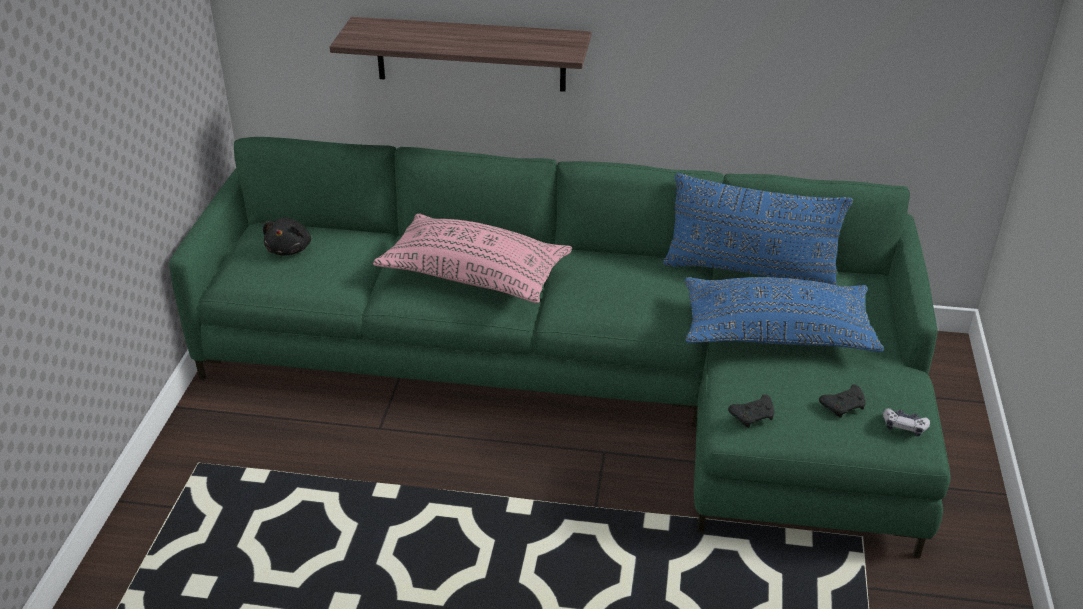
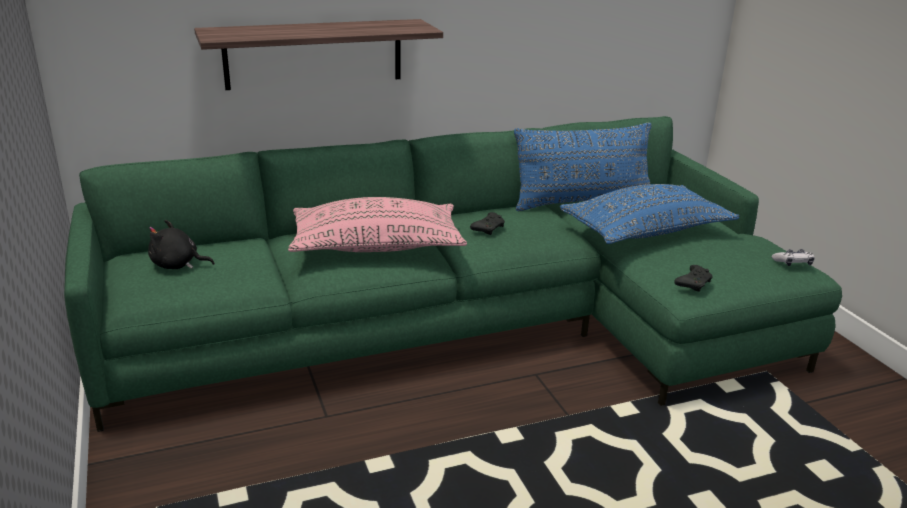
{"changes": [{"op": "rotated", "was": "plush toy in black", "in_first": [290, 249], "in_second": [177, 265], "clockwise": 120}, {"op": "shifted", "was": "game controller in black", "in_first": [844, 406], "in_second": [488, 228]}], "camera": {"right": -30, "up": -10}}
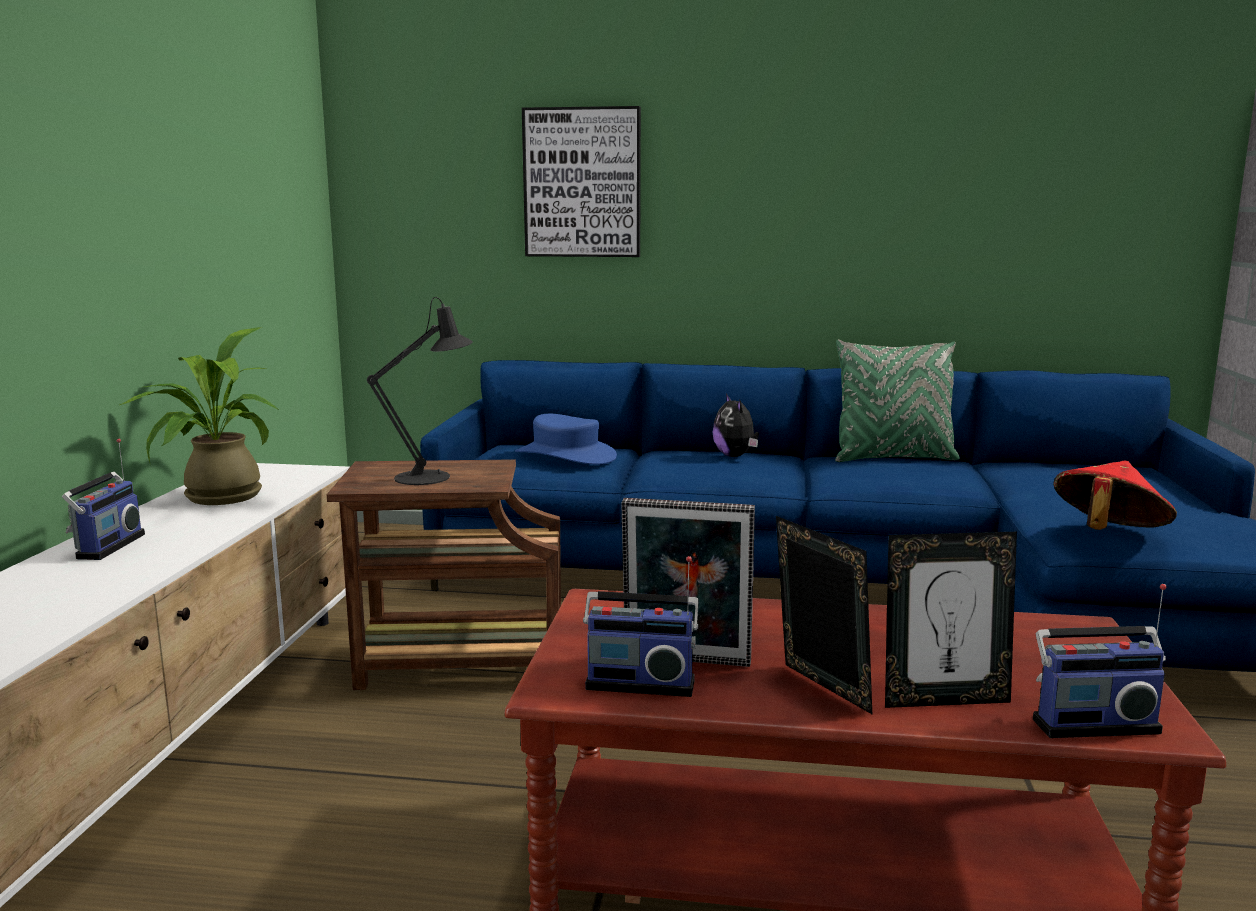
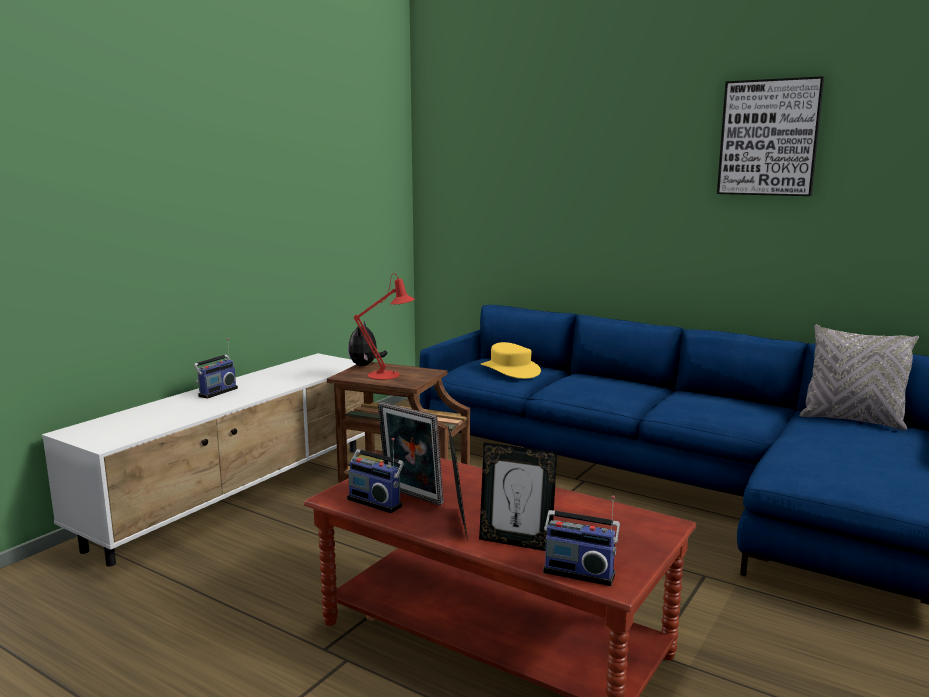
{"changes": [{"op": "shifted", "was": "plush toy", "in_first": [735, 456], "in_second": [365, 365]}, {"op": "repainted", "was": "table lamp in black", "now": "table lamp in red", "in_first": [430, 476], "in_second": [388, 375]}, {"op": "repainted", "was": "hat in blue", "now": "hat in yellow", "in_first": [566, 455], "in_second": [510, 370]}, {"op": "shifted", "was": "picture", "in_first": [582, 183], "in_second": [769, 138]}, {"op": "new", "now": "pillow in grey", "in_second": [852, 420]}, {"op": "gone", "was": "potted plant", "in_first": [214, 498]}, {"op": "gone", "was": "pillow in green", "in_first": [893, 458]}, {"op": "gone", "was": "hat in red", "in_first": [1107, 534]}], "camera": {"right": 25, "up": 0}}
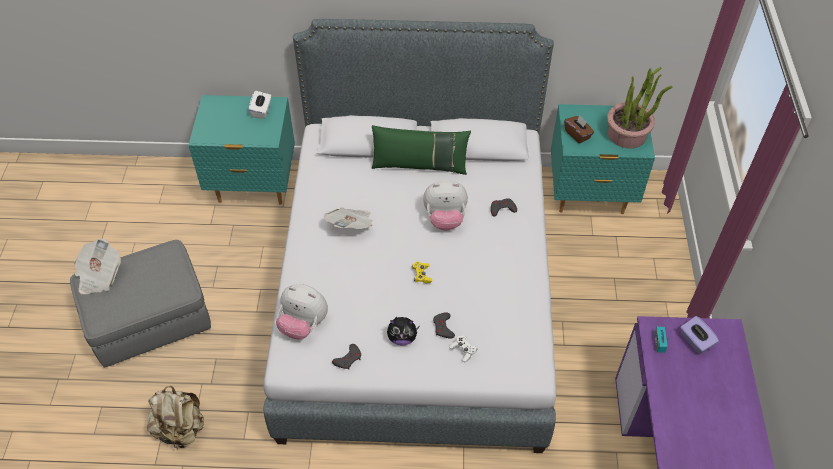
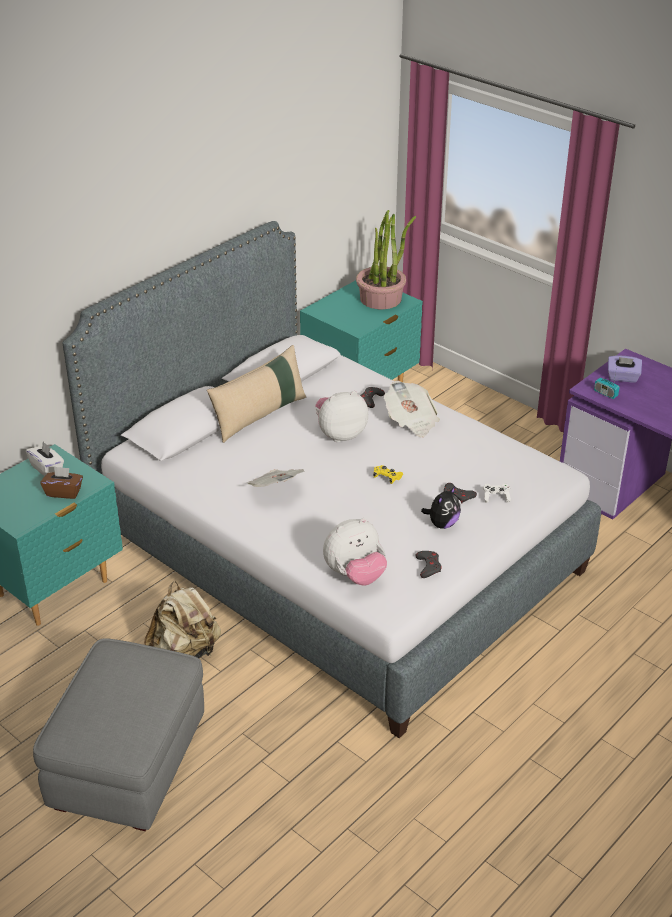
{"changes": [{"op": "shifted", "was": "tissue box in brown", "in_first": [577, 134], "in_second": [64, 492]}, {"op": "shifted", "was": "backpack in beige", "in_first": [180, 429], "in_second": [185, 652]}, {"op": "repainted", "was": "pillow in green", "now": "pillow in beige", "in_first": [420, 165], "in_second": [259, 415]}, {"op": "rotated", "was": "plush toy", "in_first": [445, 219], "in_second": [340, 434], "clockwise": -150}, {"op": "shifted", "was": "newspaper", "in_first": [99, 276], "in_second": [411, 421]}], "camera": {"right": -50, "up": -15}}
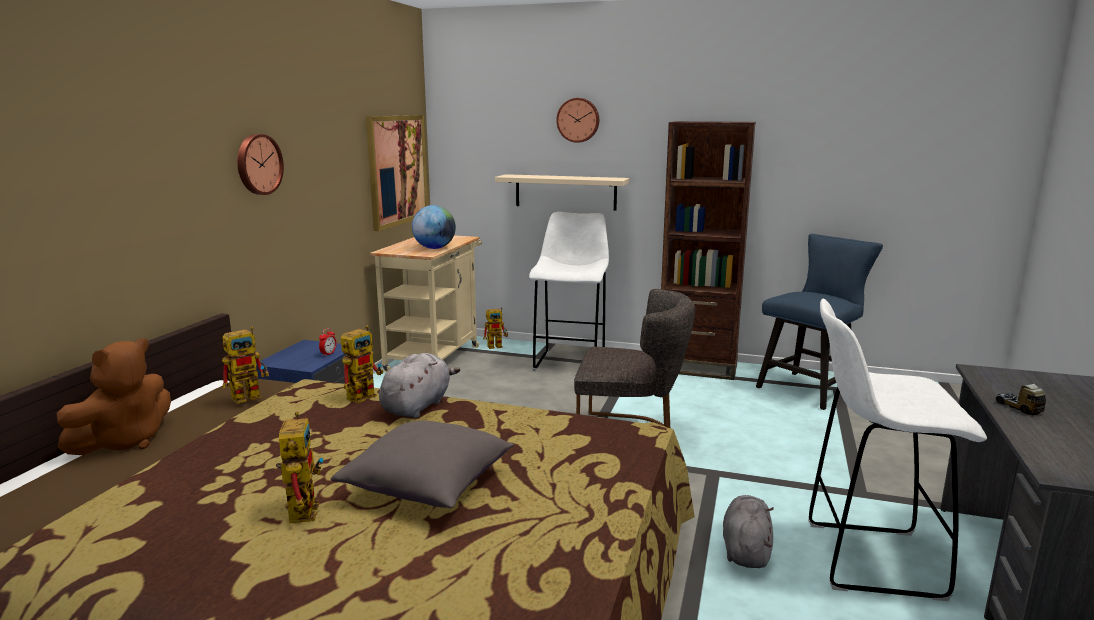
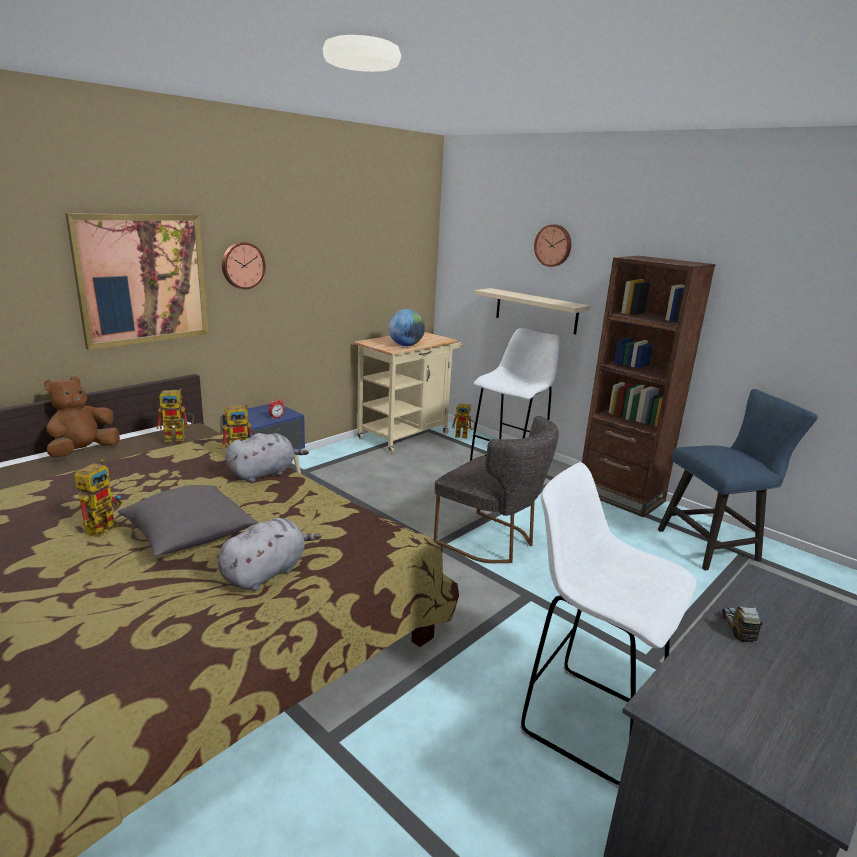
{"changes": [{"op": "rotated", "was": "plush toy in brown", "in_first": [125, 442], "in_second": [83, 452], "clockwise": 150}, {"op": "shifted", "was": "picture", "in_first": [397, 170], "in_second": [142, 279]}, {"op": "shifted", "was": "plush toy in grey", "in_first": [746, 550], "in_second": [266, 573]}], "camera": {"right": 25, "up": 5}}
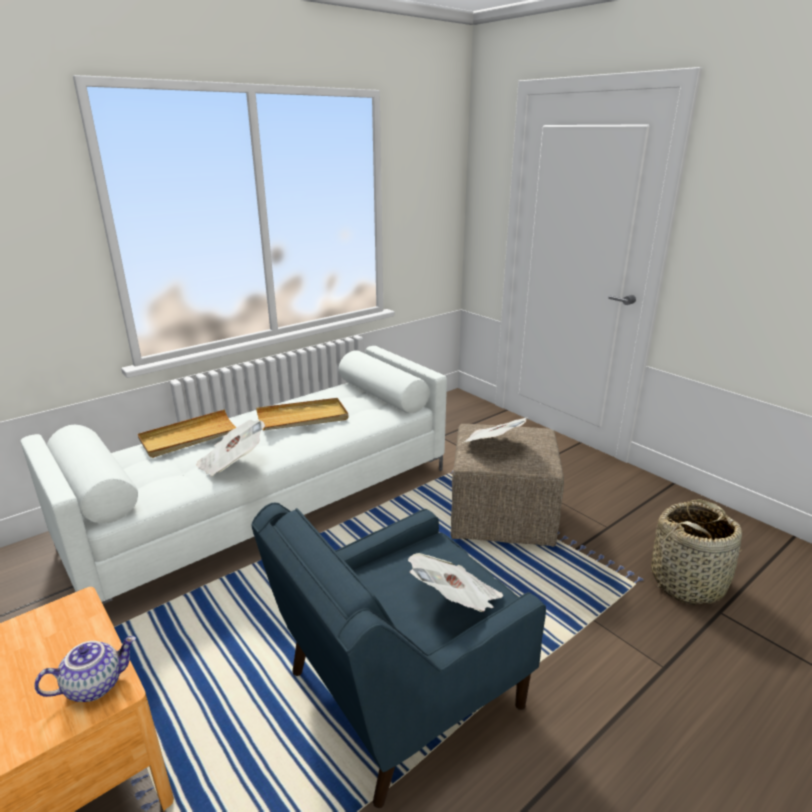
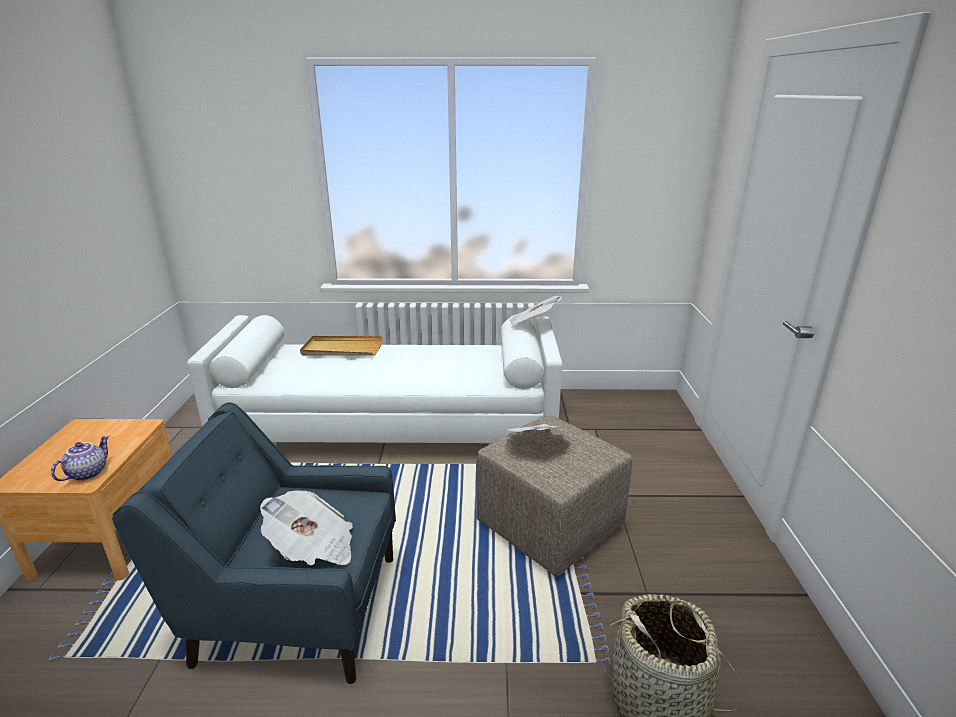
{"changes": [{"op": "rotated", "was": "teapot", "in_first": [95, 685], "in_second": [87, 473], "clockwise": -75}, {"op": "shifted", "was": "newspaper", "in_first": [232, 463], "in_second": [532, 323]}, {"op": "gone", "was": "tray in beige", "in_first": [303, 418]}], "camera": {"right": 40, "up": 0}}
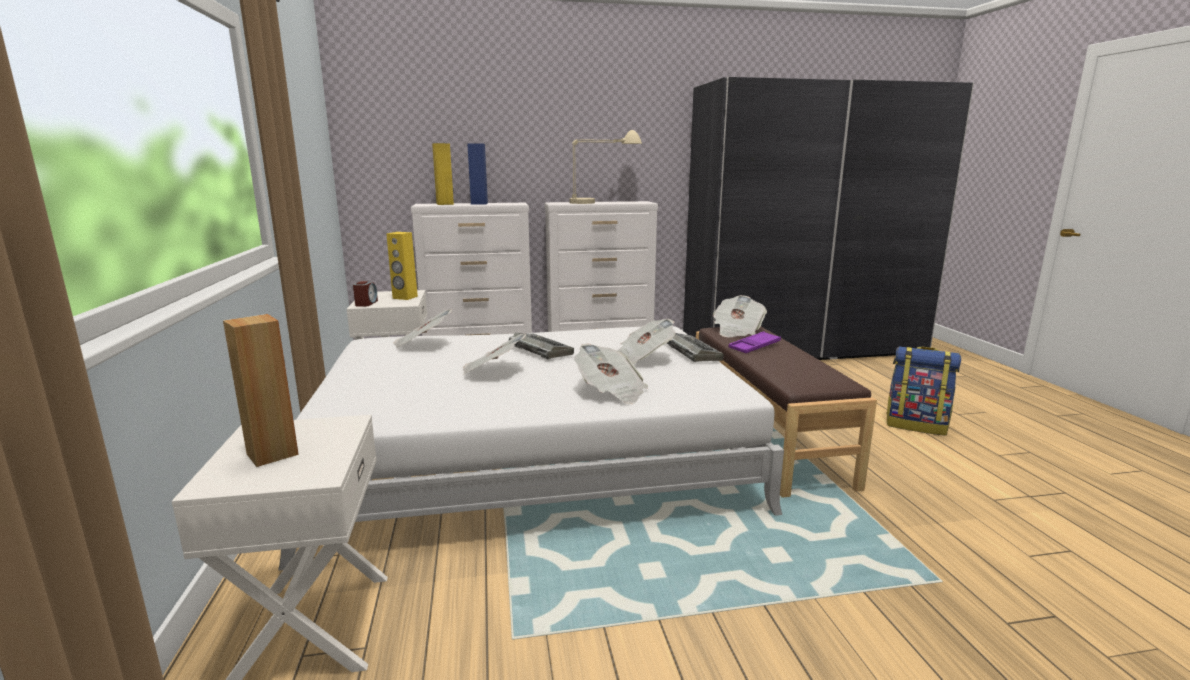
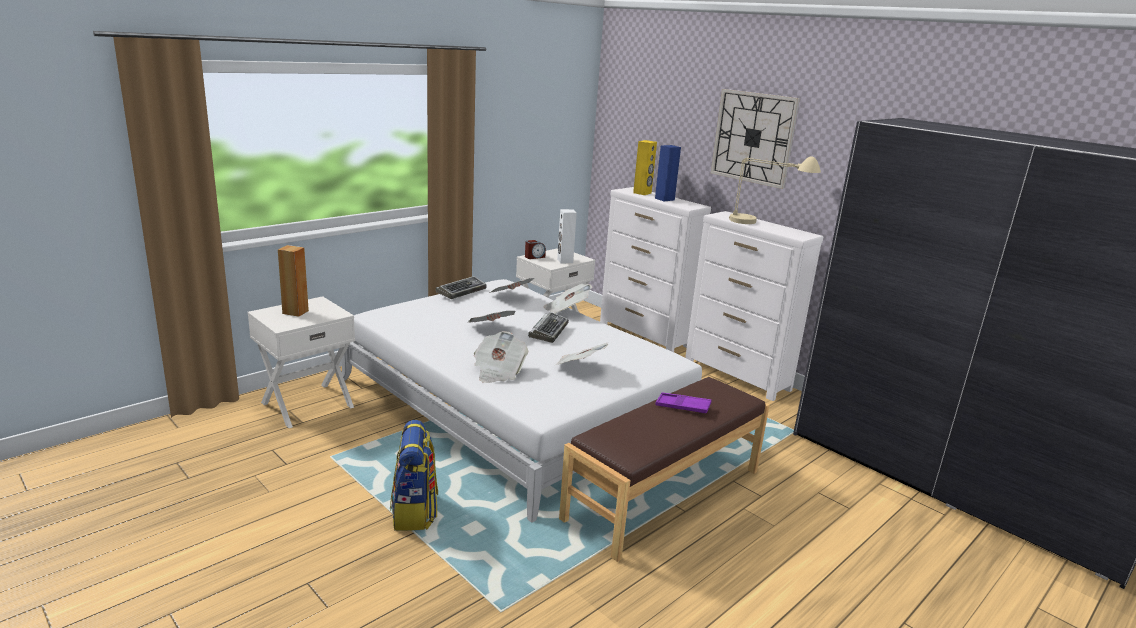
{"changes": [{"op": "shifted", "was": "backpack", "in_first": [916, 425], "in_second": [415, 512]}, {"op": "shifted", "was": "keyboard", "in_first": [691, 352], "in_second": [461, 291]}, {"op": "shifted", "was": "newspaper", "in_first": [737, 331], "in_second": [566, 310]}, {"op": "repainted", "was": "speaker in yellow", "now": "speaker in white", "in_first": [405, 297], "in_second": [564, 261]}, {"op": "new", "now": "wall clock", "in_second": [753, 137]}], "camera": {"right": 55, "up": 5}}
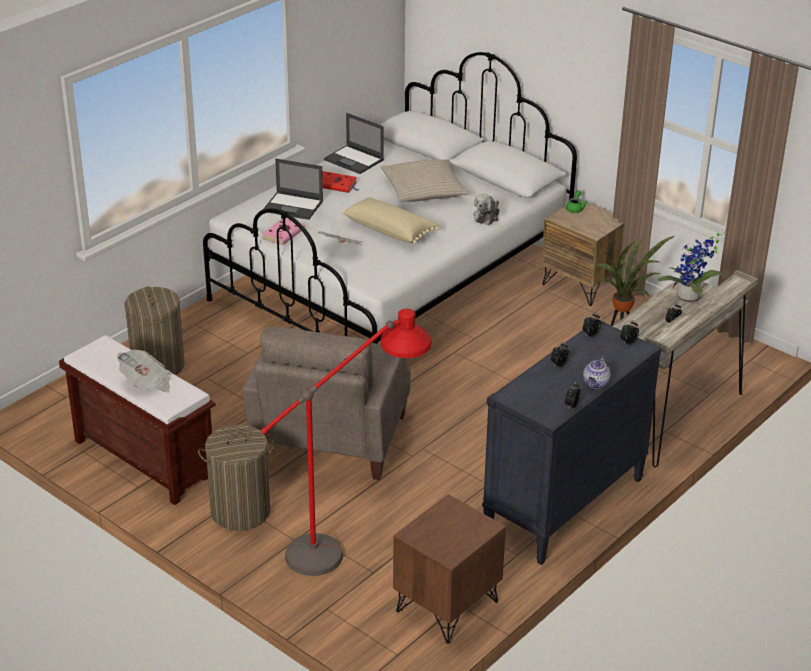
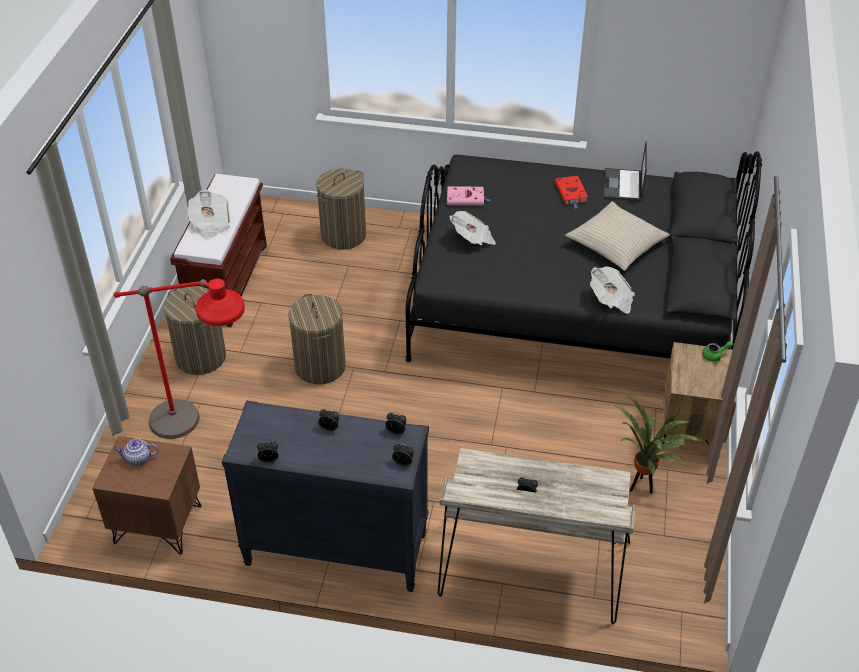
{"changes": [{"op": "shifted", "was": "teapot", "in_first": [596, 384], "in_second": [138, 459]}, {"op": "swapped", "was": "armchair in beige", "now": "laundry basket", "in_first": [330, 441], "in_second": [320, 366]}, {"op": "repainted", "was": "bed in white", "now": "bed in black", "in_first": [392, 282], "in_second": [572, 305]}, {"op": "swapped", "was": "plush toy", "now": "newspaper", "in_first": [487, 216], "in_second": [611, 299]}, {"op": "gone", "was": "laptop", "in_first": [294, 206]}, {"op": "gone", "was": "pillow in beige", "in_first": [390, 230]}, {"op": "gone", "was": "potted plant", "in_first": [689, 300]}], "camera": {"right": 60, "up": 10}}
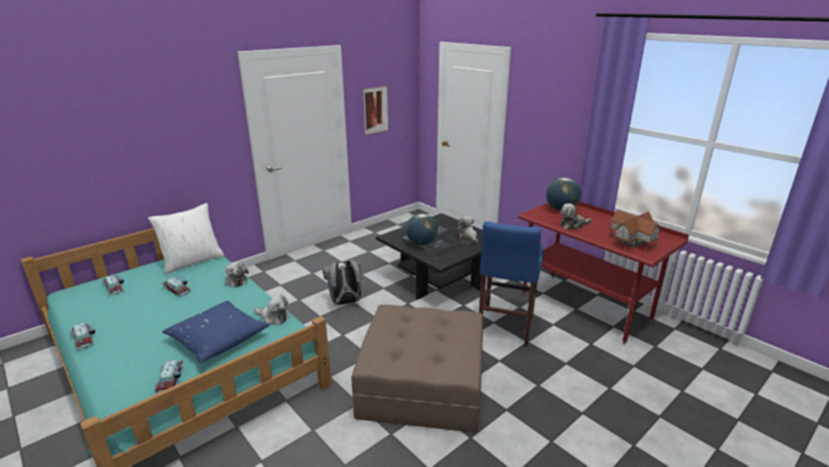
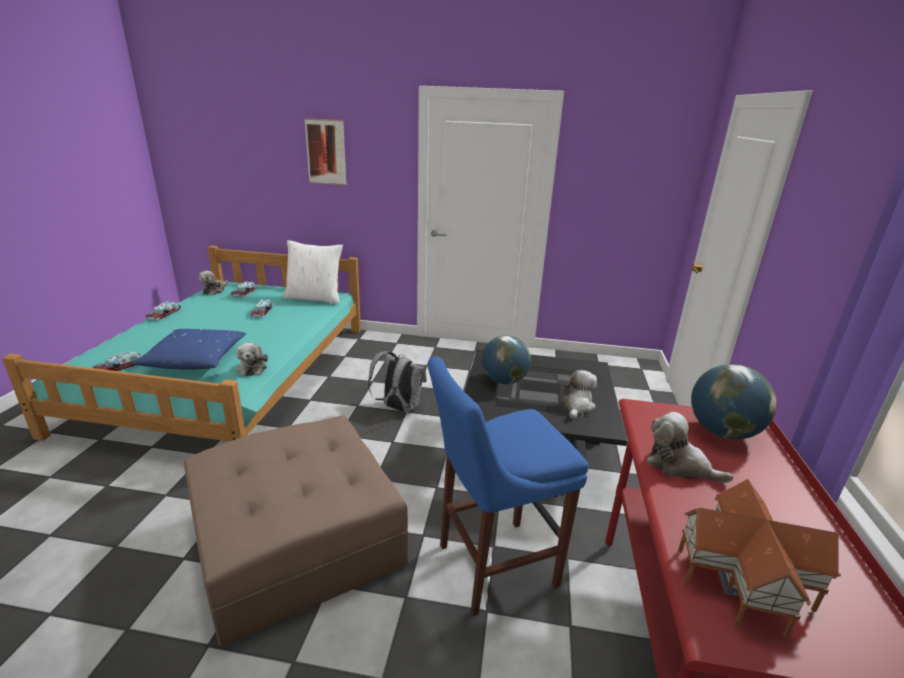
{"changes": [{"op": "shifted", "was": "plush toy", "in_first": [235, 281], "in_second": [214, 290]}, {"op": "shifted", "was": "picture", "in_first": [375, 110], "in_second": [326, 152]}], "camera": {"right": 50, "up": 0}}
